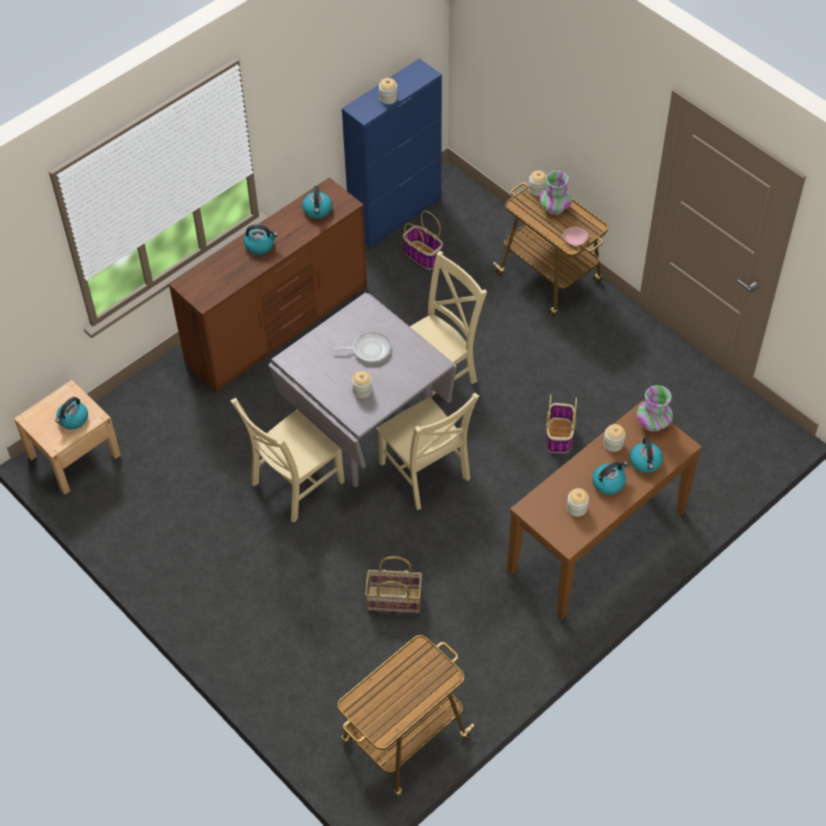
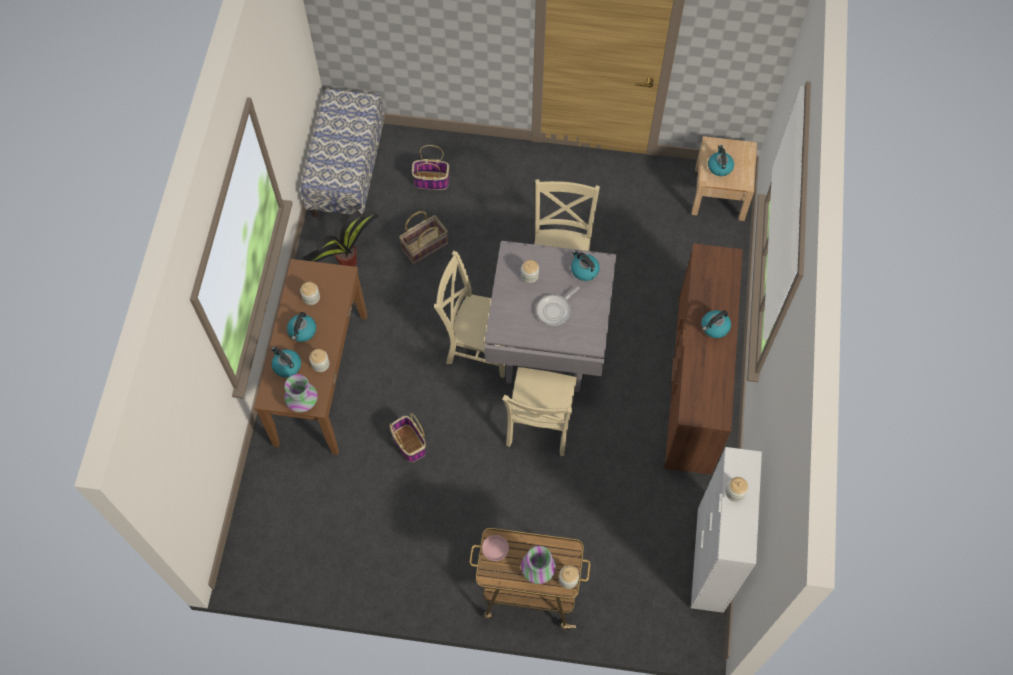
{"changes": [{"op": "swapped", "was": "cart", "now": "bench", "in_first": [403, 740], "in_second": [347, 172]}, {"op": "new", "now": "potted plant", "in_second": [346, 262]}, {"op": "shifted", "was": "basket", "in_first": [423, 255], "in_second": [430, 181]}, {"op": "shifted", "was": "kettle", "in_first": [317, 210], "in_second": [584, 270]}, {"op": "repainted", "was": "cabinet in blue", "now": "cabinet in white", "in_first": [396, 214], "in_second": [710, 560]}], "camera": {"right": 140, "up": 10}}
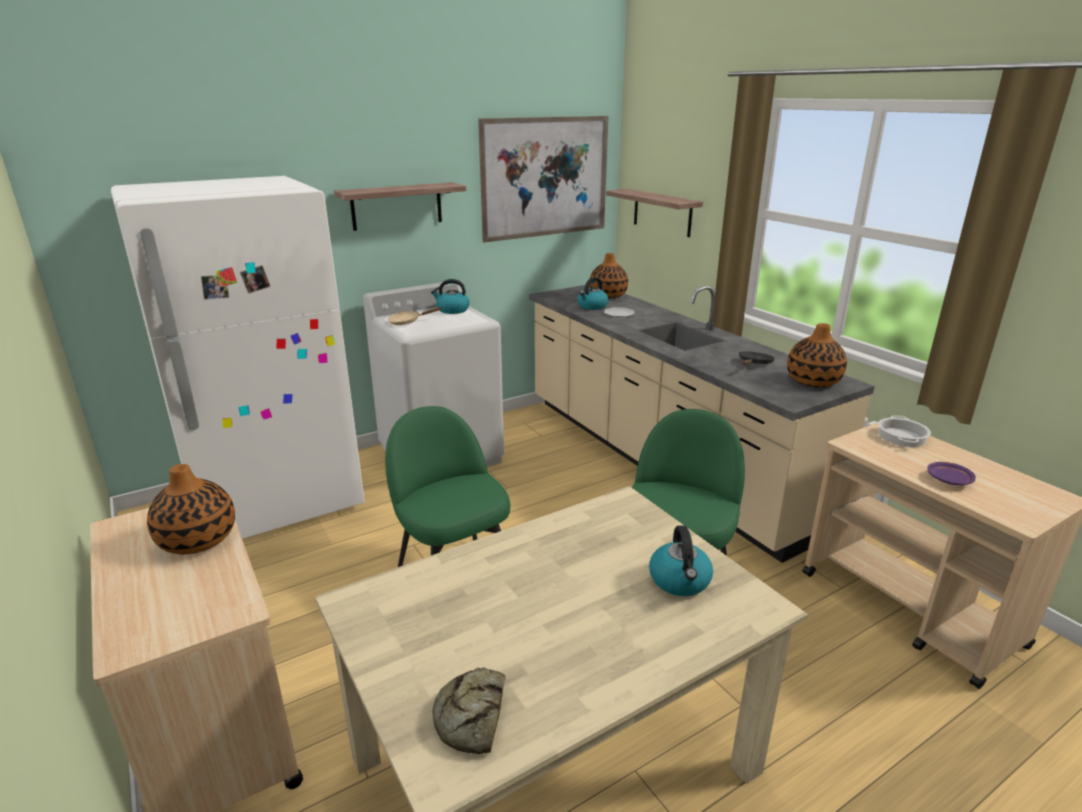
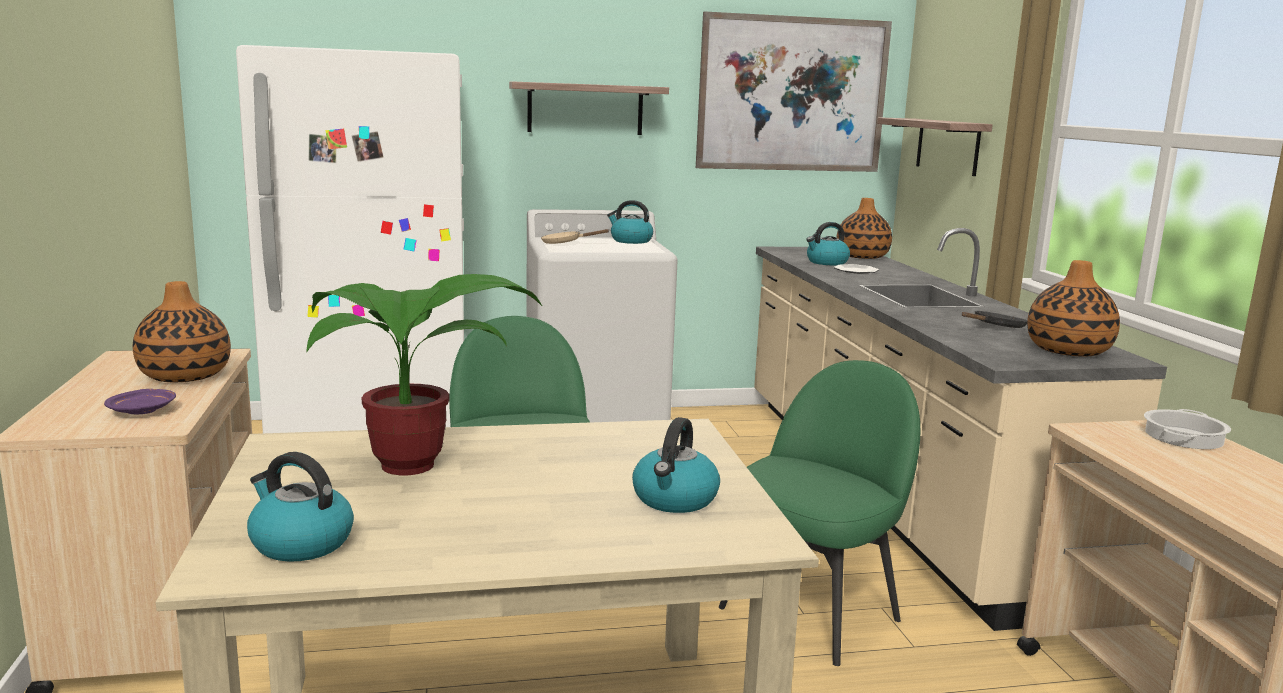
{"changes": [{"op": "shifted", "was": "plate in purple", "in_first": [948, 480], "in_second": [142, 411]}, {"op": "swapped", "was": "bread", "now": "kettle", "in_first": [472, 717], "in_second": [300, 543]}, {"op": "new", "now": "potted plant", "in_second": [410, 469]}], "camera": {"right": 20, "up": -10}}
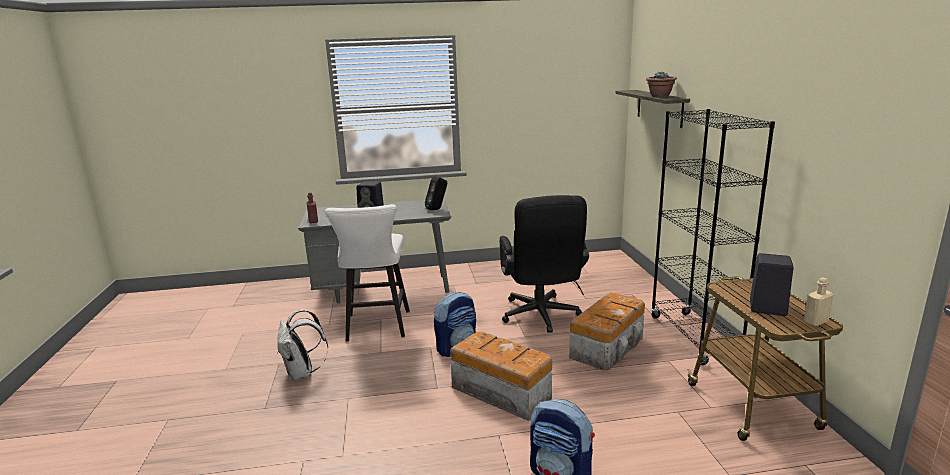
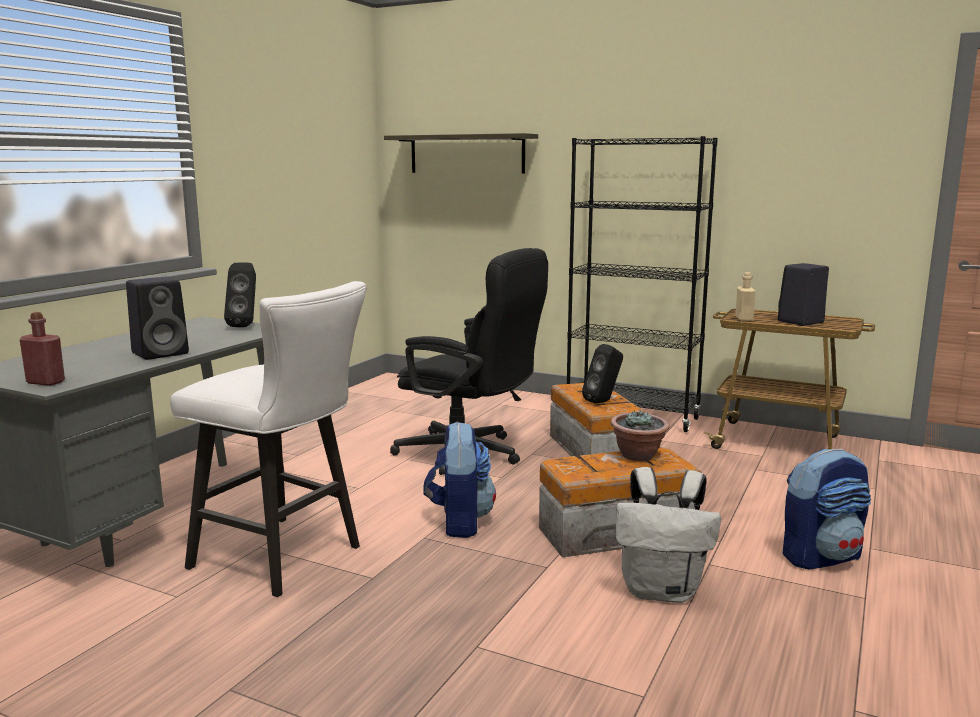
{"changes": [{"op": "new", "now": "speaker in black", "in_second": [603, 401]}, {"op": "shifted", "was": "potted plant", "in_first": [660, 96], "in_second": [638, 456]}, {"op": "shifted", "was": "backpack in white", "in_first": [302, 374], "in_second": [662, 591]}, {"op": "shifted", "was": "bottle in beige", "in_first": [815, 322], "in_second": [744, 319]}], "camera": {"right": -55, "up": -5}}
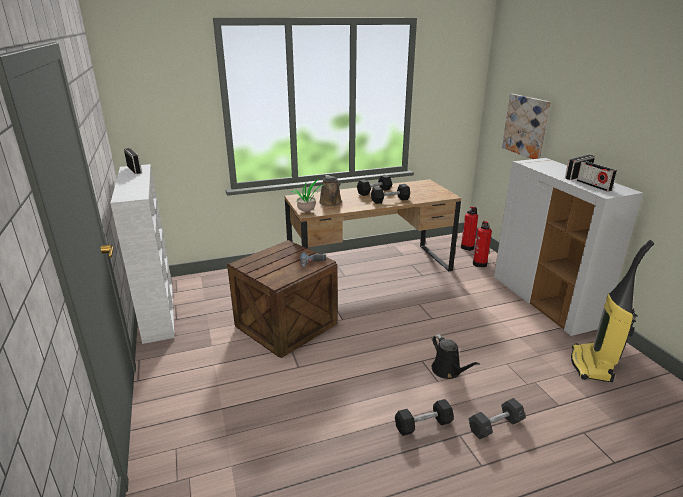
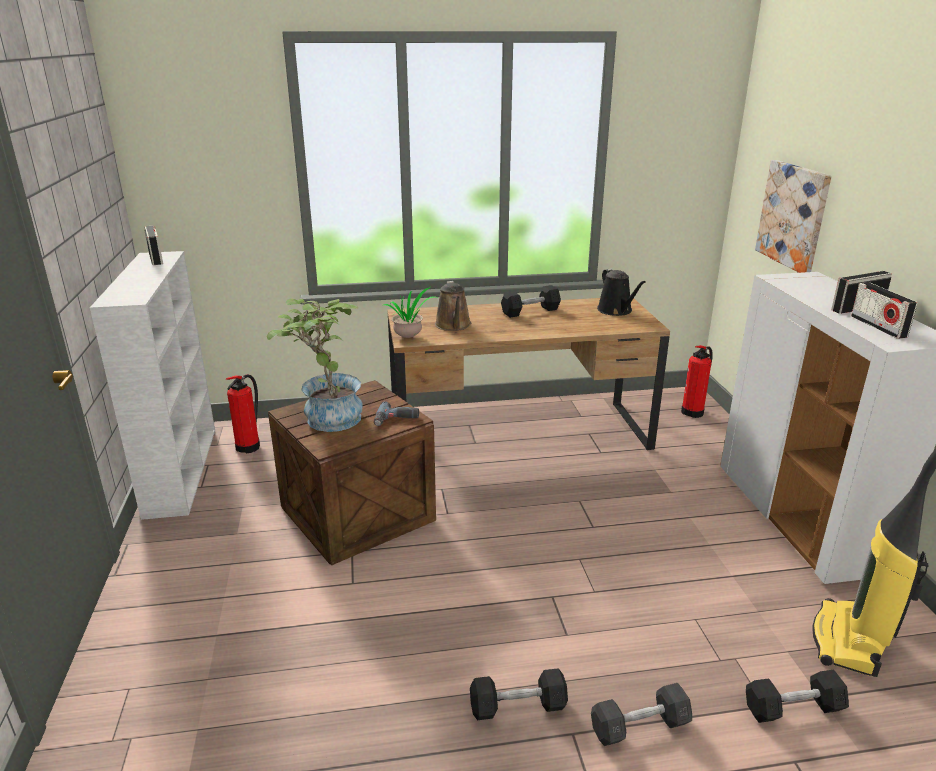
{"changes": [{"op": "shifted", "was": "fire extinguisher", "in_first": [479, 263], "in_second": [249, 446]}, {"op": "new", "now": "potted plant", "in_second": [326, 417]}, {"op": "shifted", "was": "watering can in black", "in_first": [448, 371], "in_second": [616, 311]}, {"op": "shifted", "was": "dumbbell in black", "in_first": [390, 200], "in_second": [793, 708]}], "camera": {"right": 10, "up": 0}}
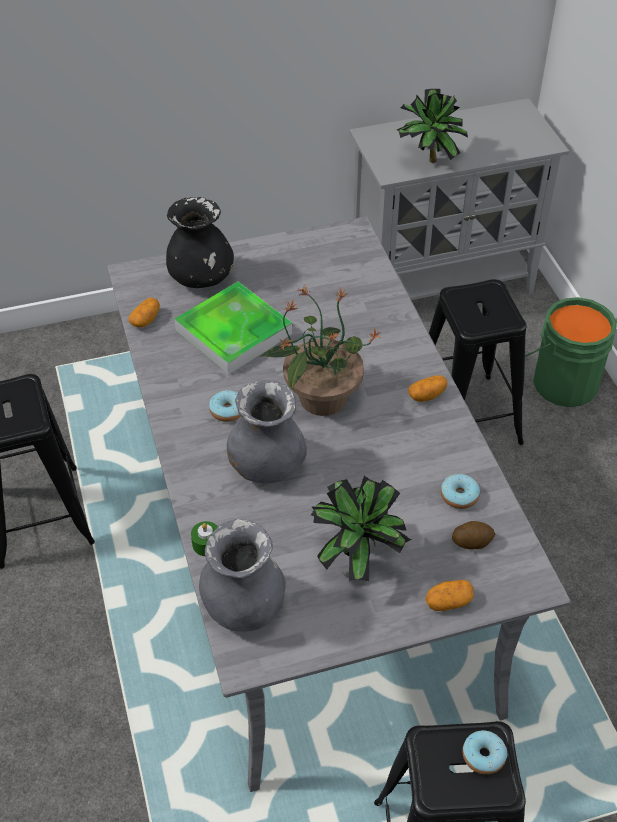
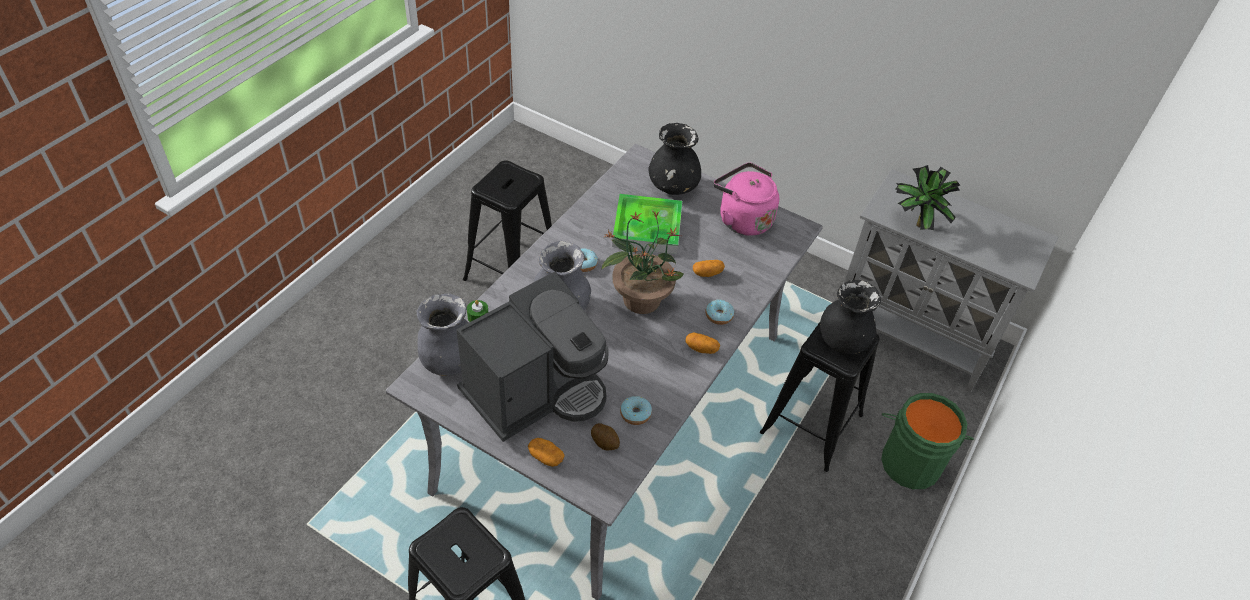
{"changes": [{"op": "swapped", "was": "potted plant", "now": "coffee machine", "in_first": [357, 557], "in_second": [536, 391]}, {"op": "shifted", "was": "potato", "in_first": [145, 320], "in_second": [707, 273]}, {"op": "shifted", "was": "donut", "in_first": [483, 756], "in_second": [719, 316]}, {"op": "new", "now": "kettle in pink", "in_second": [742, 219]}, {"op": "new", "now": "vase in black", "in_second": [842, 341]}], "camera": {"right": 45, "up": 0}}
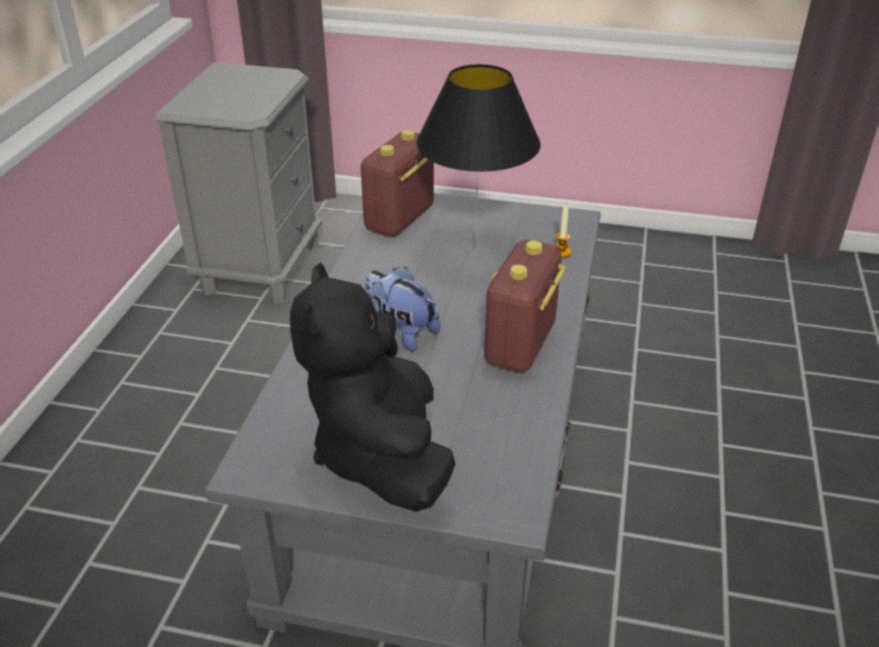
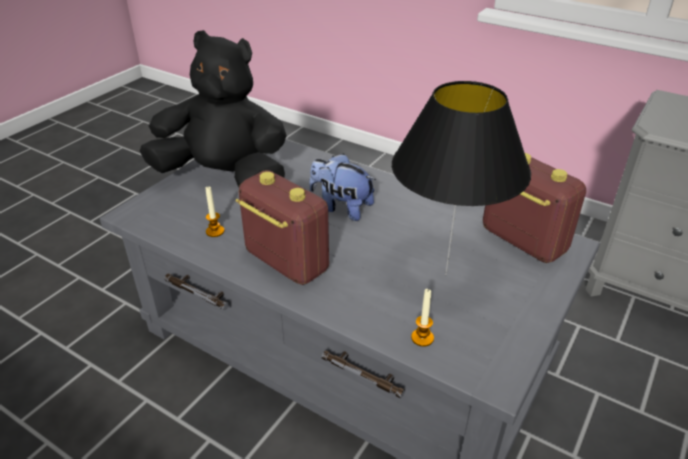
{"changes": [{"op": "new", "now": "candle", "in_second": [215, 231]}, {"op": "rotated", "was": "plush toy", "in_first": [400, 332], "in_second": [341, 207], "clockwise": -120}], "camera": {"right": 110, "up": 0}}
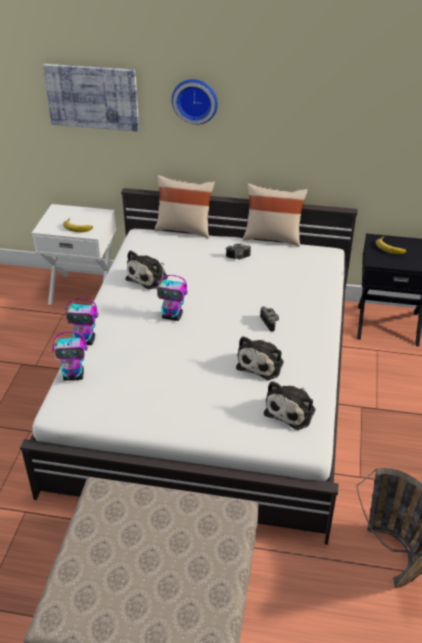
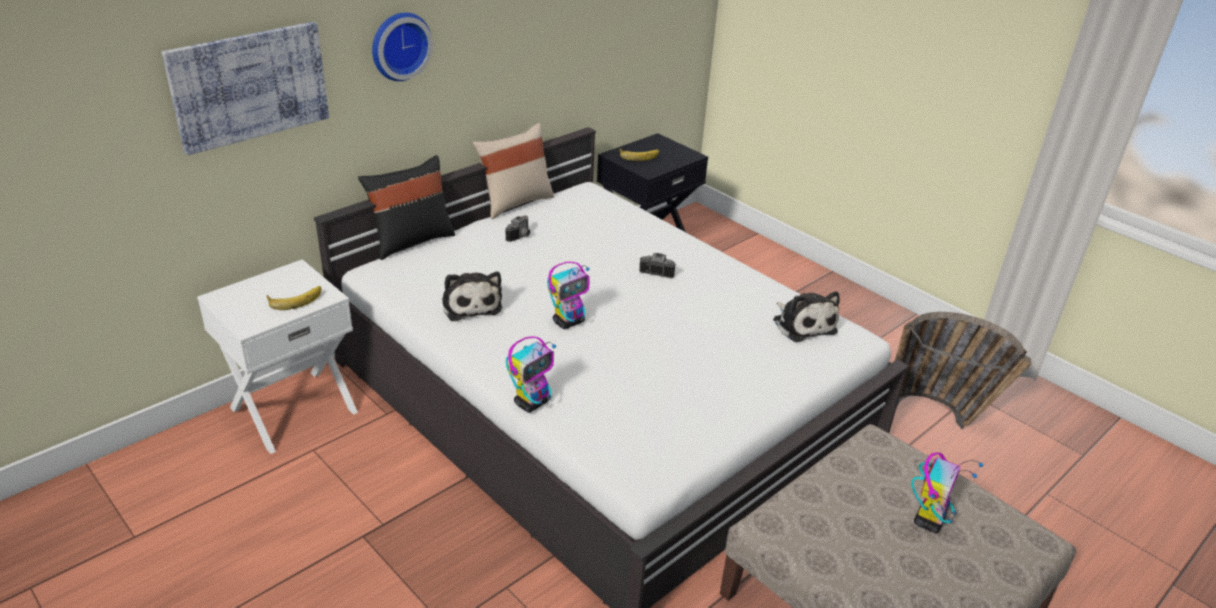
{"changes": [{"op": "repainted", "was": "pillow in beige", "now": "pillow in black", "in_first": [184, 229], "in_second": [411, 241]}, {"op": "shifted", "was": "toy robot", "in_first": [74, 375], "in_second": [929, 520]}, {"op": "gone", "was": "plush toy", "in_first": [262, 363]}], "camera": {"right": -55, "up": -5}}
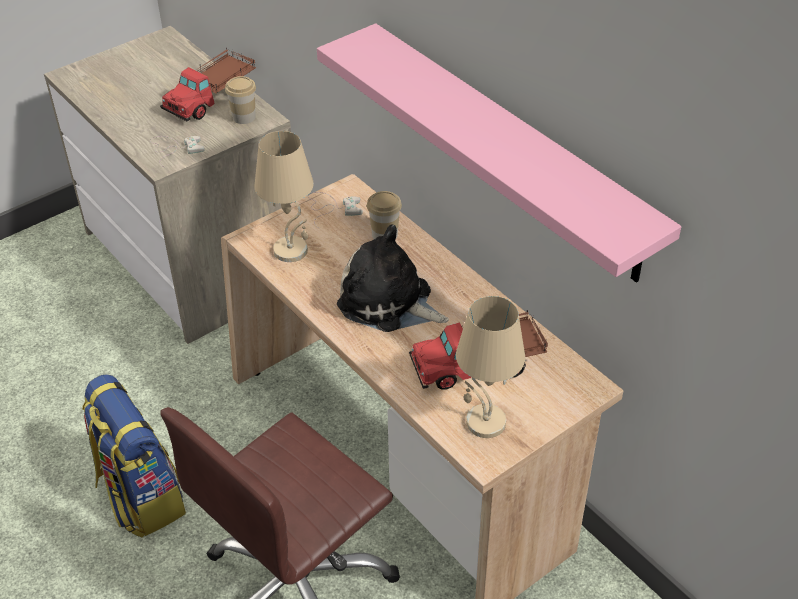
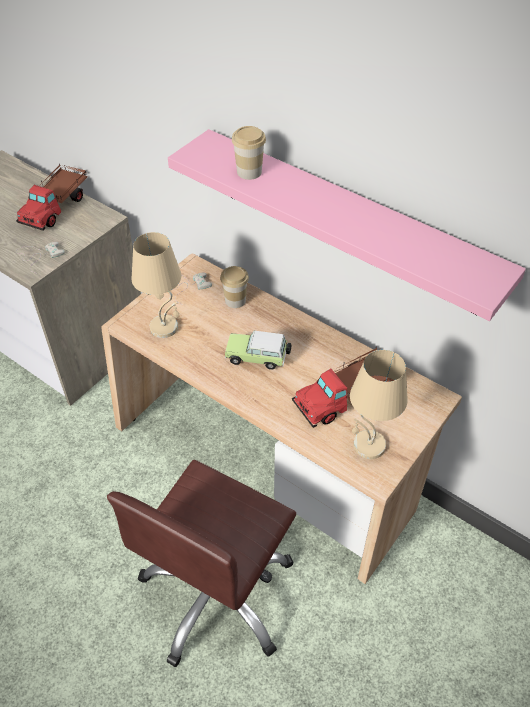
{"changes": [{"op": "swapped", "was": "plush toy", "now": "toy car", "in_first": [389, 302], "in_second": [258, 357]}, {"op": "shifted", "was": "cup", "in_first": [244, 117], "in_second": [249, 172]}, {"op": "gone", "was": "backpack", "in_first": [140, 496]}], "camera": {"right": -15, "up": 5}}
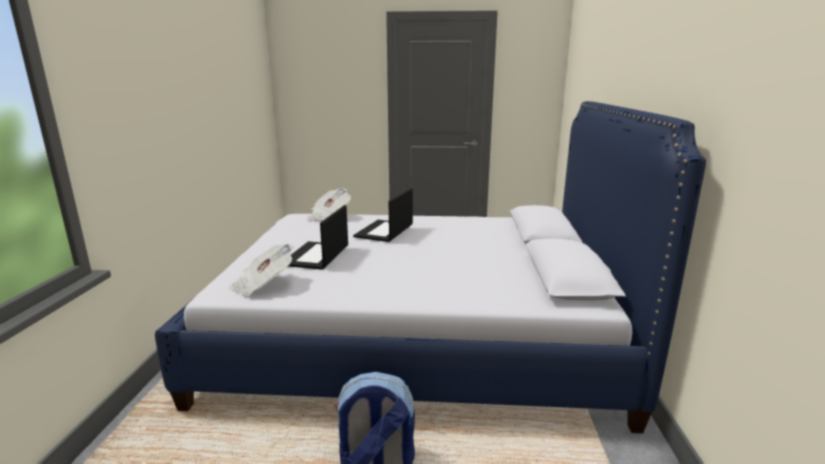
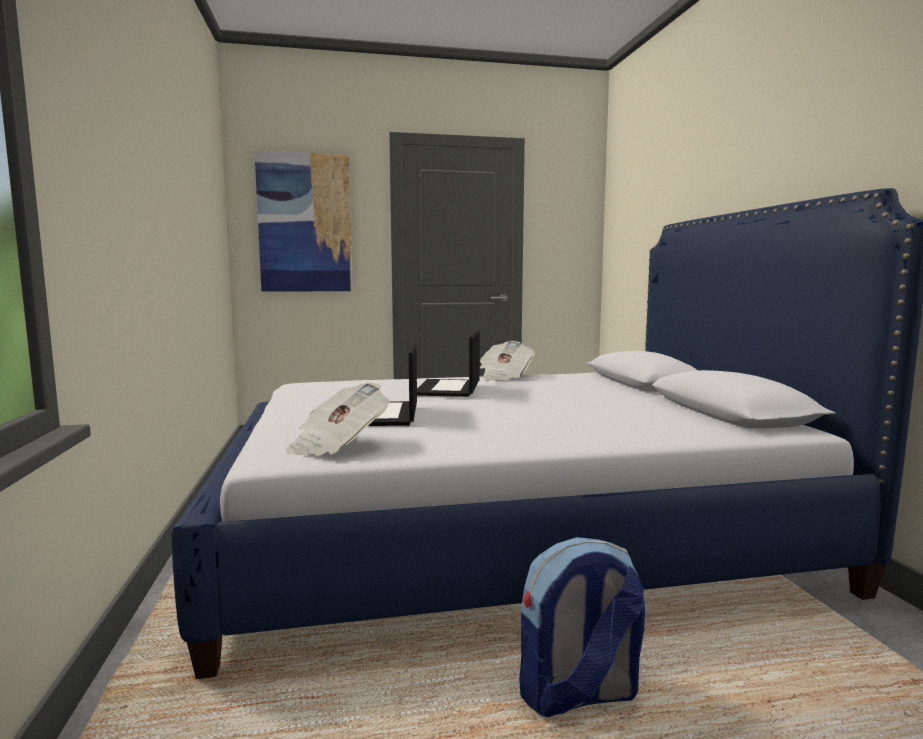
{"changes": [{"op": "new", "now": "picture", "in_second": [305, 223]}, {"op": "shifted", "was": "newspaper", "in_first": [329, 216], "in_second": [504, 376]}], "camera": {"right": -15, "up": -10}}
